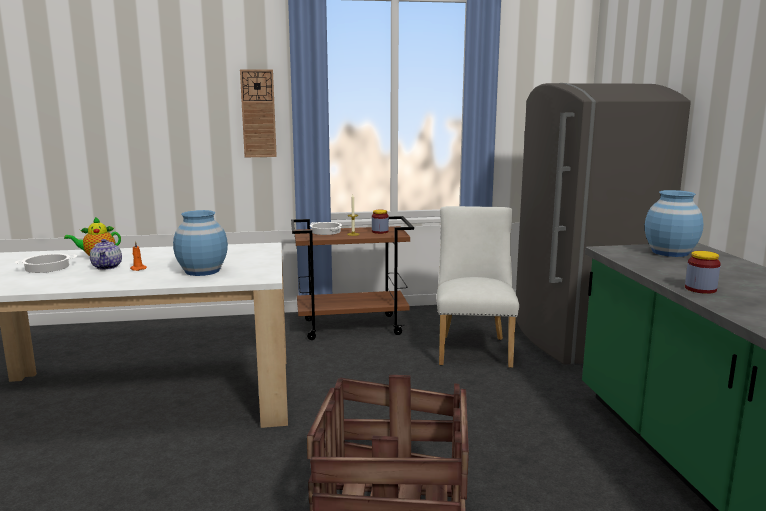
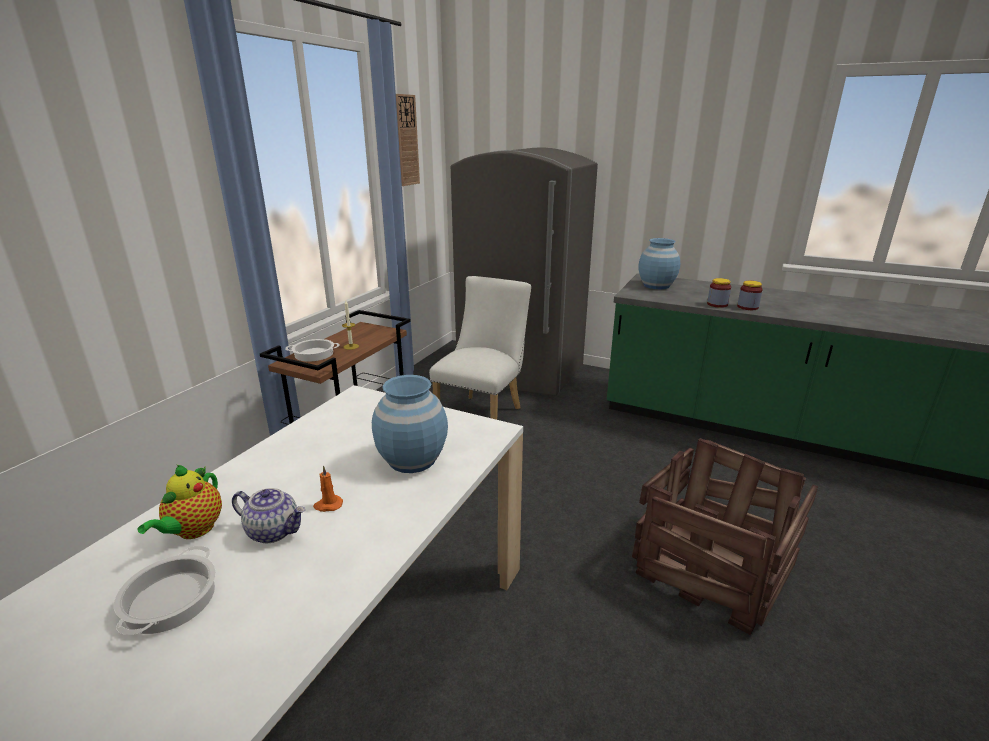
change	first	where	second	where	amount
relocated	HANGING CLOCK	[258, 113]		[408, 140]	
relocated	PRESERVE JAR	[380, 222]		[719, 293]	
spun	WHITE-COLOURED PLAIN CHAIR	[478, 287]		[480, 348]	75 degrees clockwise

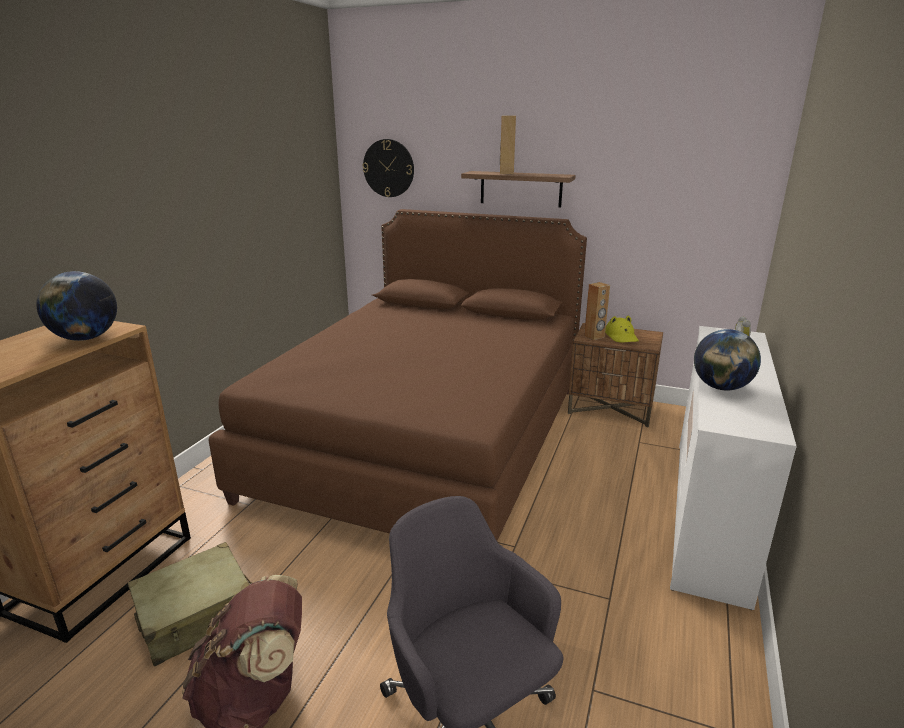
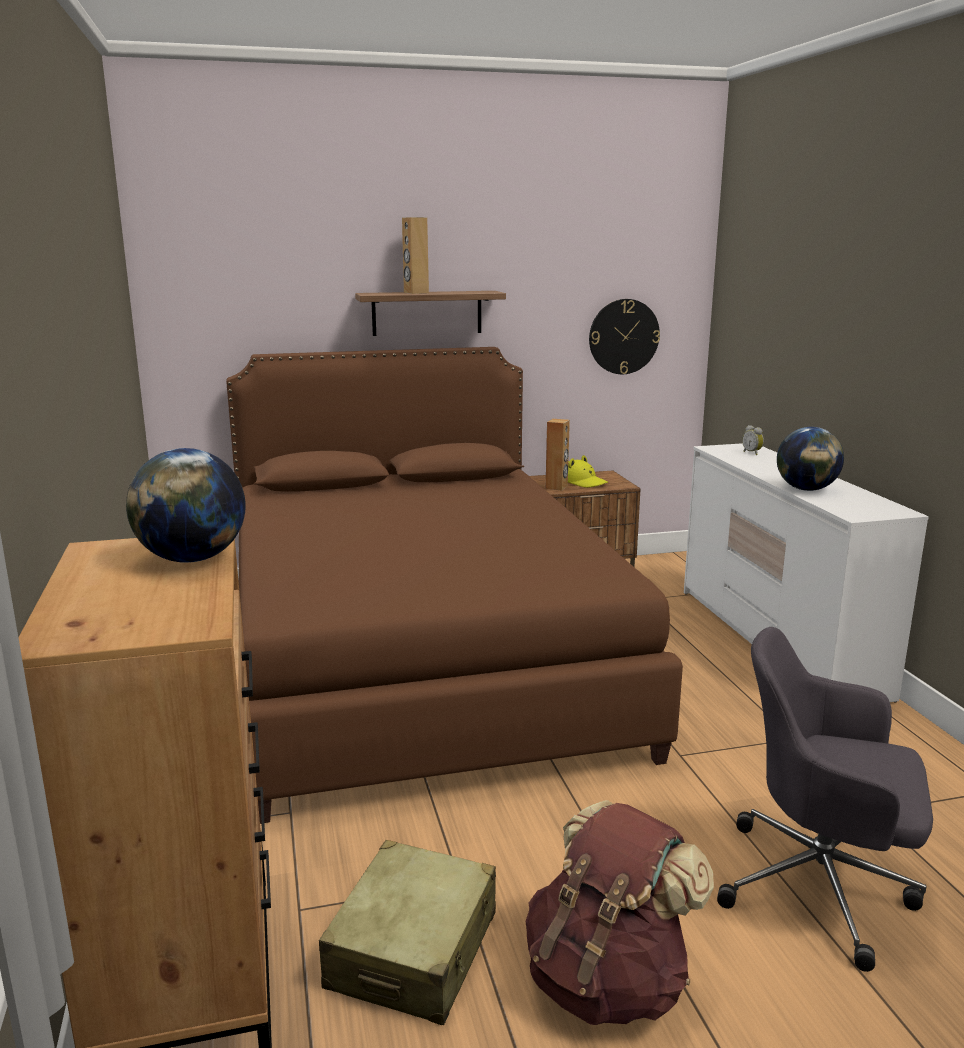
change	first	where	second	where	amount
relocated	HANGING CLOCK	[388, 168]		[624, 336]	

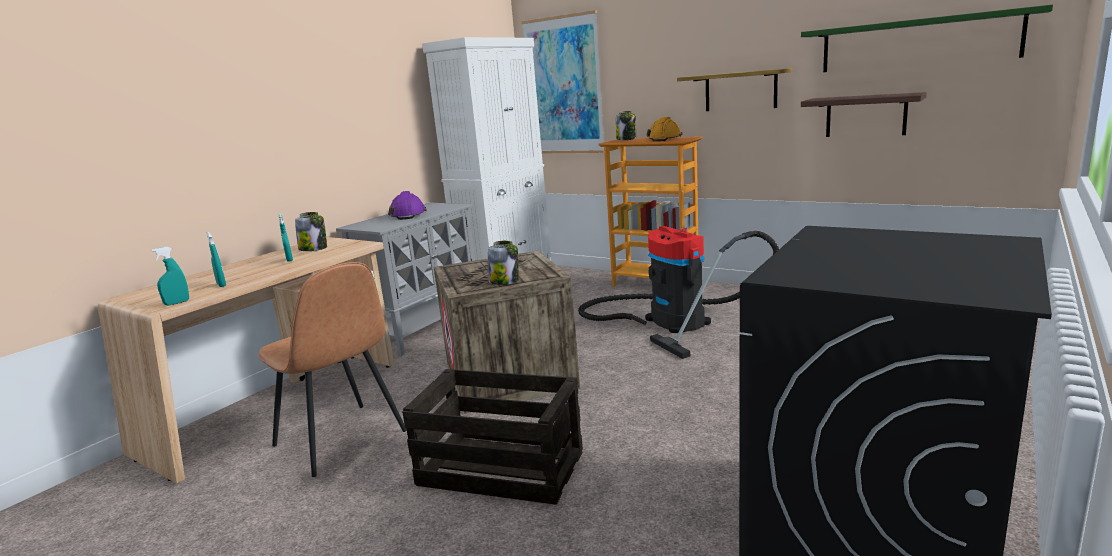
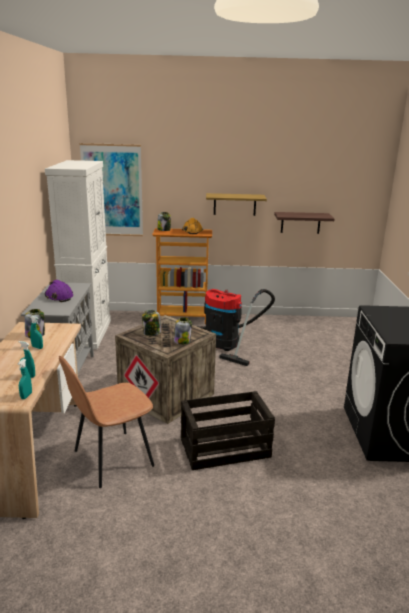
change	first	where	second	where	amount
spun	BROWN-COLOURED PLAIN CHAIR	[332, 369]		[106, 422]	135 degrees clockwise
missing	GREEN WALL SHELF	[927, 38]			
appeared			PRESERVE JAR	[151, 323]	

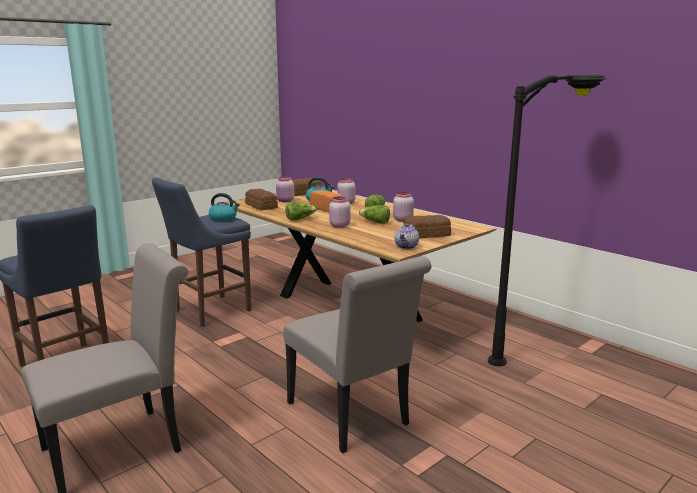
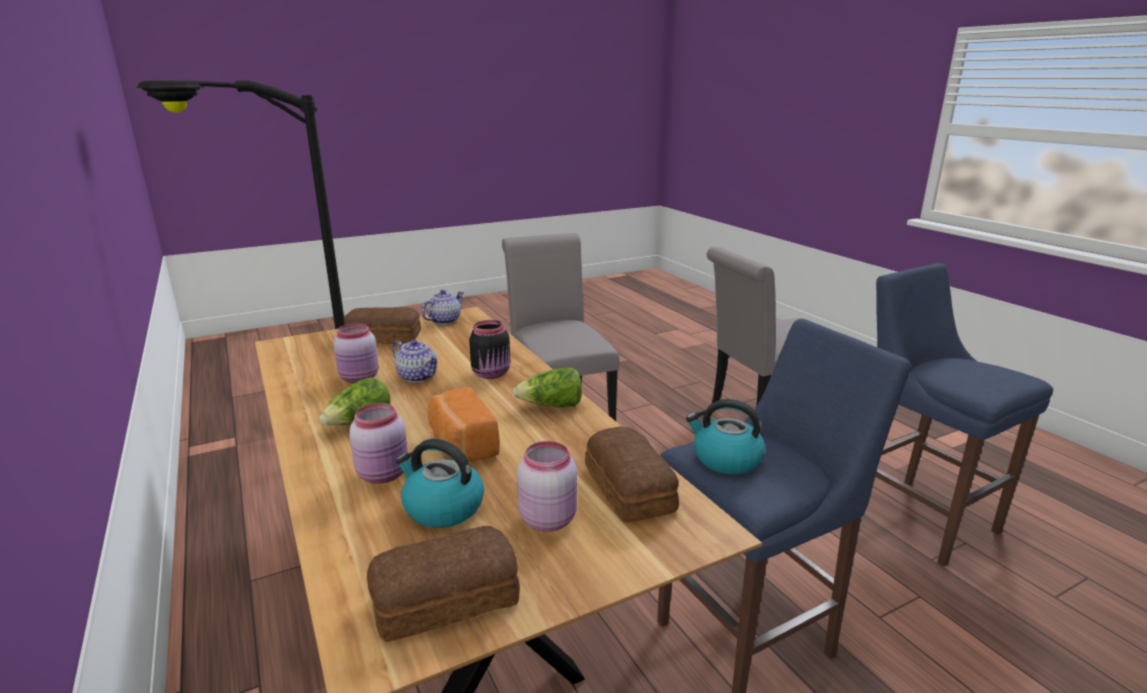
change	first	where	second	where	amount
colour	PINKISH PRESERVE JAR	[339, 212]	BLACKISH PRESERVE JAR	[489, 349]	
exchanged	HEAD OF LETTUCE	[374, 214]	TEAPOT	[415, 360]	

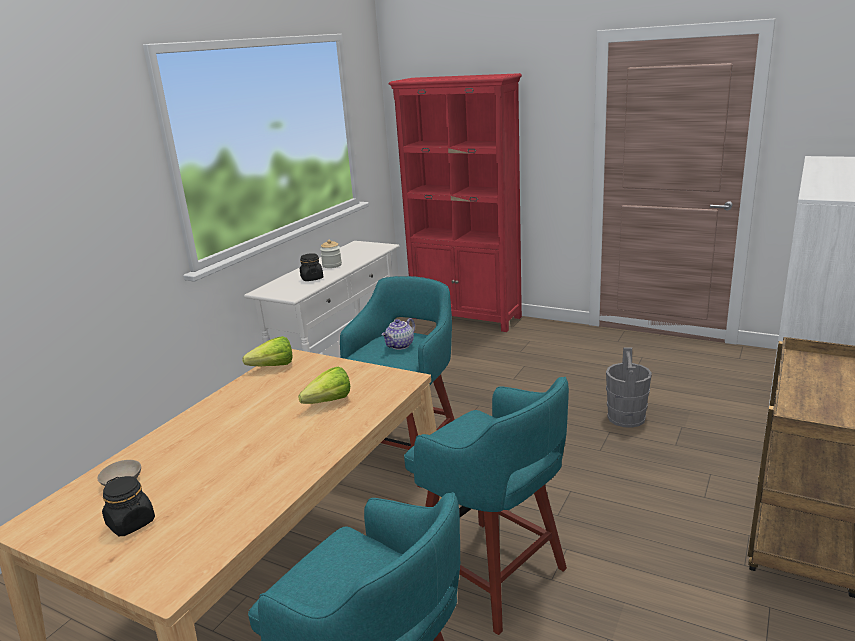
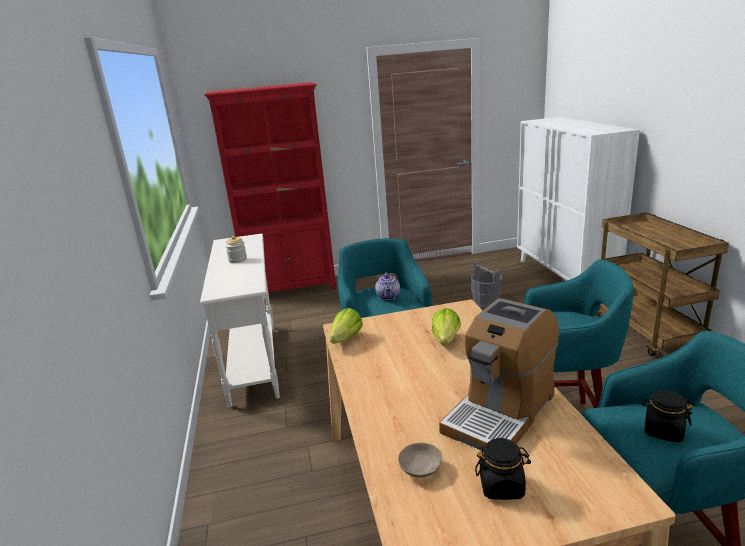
change	first	where	second	where	amount
relocated	BLACKISH PRESERVE JAR	[311, 267]		[667, 416]	
appeared			COFFEE BREWER	[499, 374]	

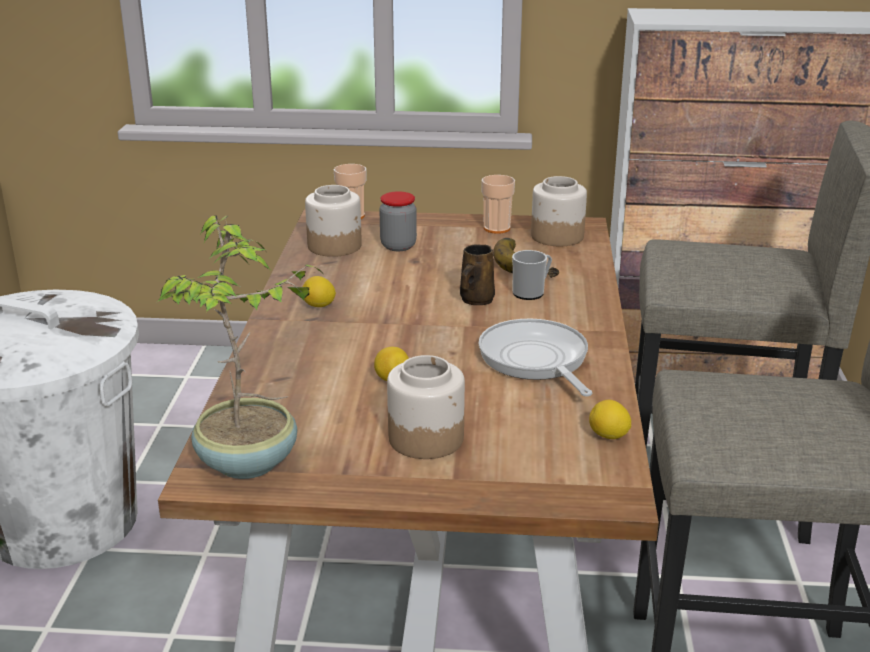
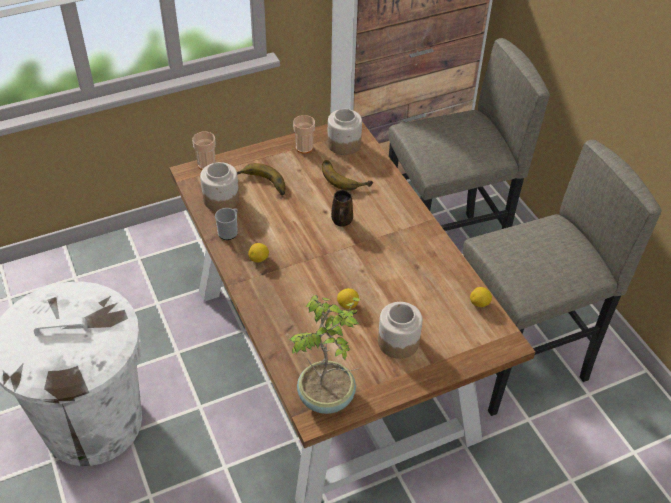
change	first	where	second	where	amount
exchanged	PRESERVE JAR	[398, 221]	BANANA FRUIT	[261, 179]	
missing	PAN	[535, 358]			
relocated	COFFEE MUG	[532, 275]		[226, 224]	

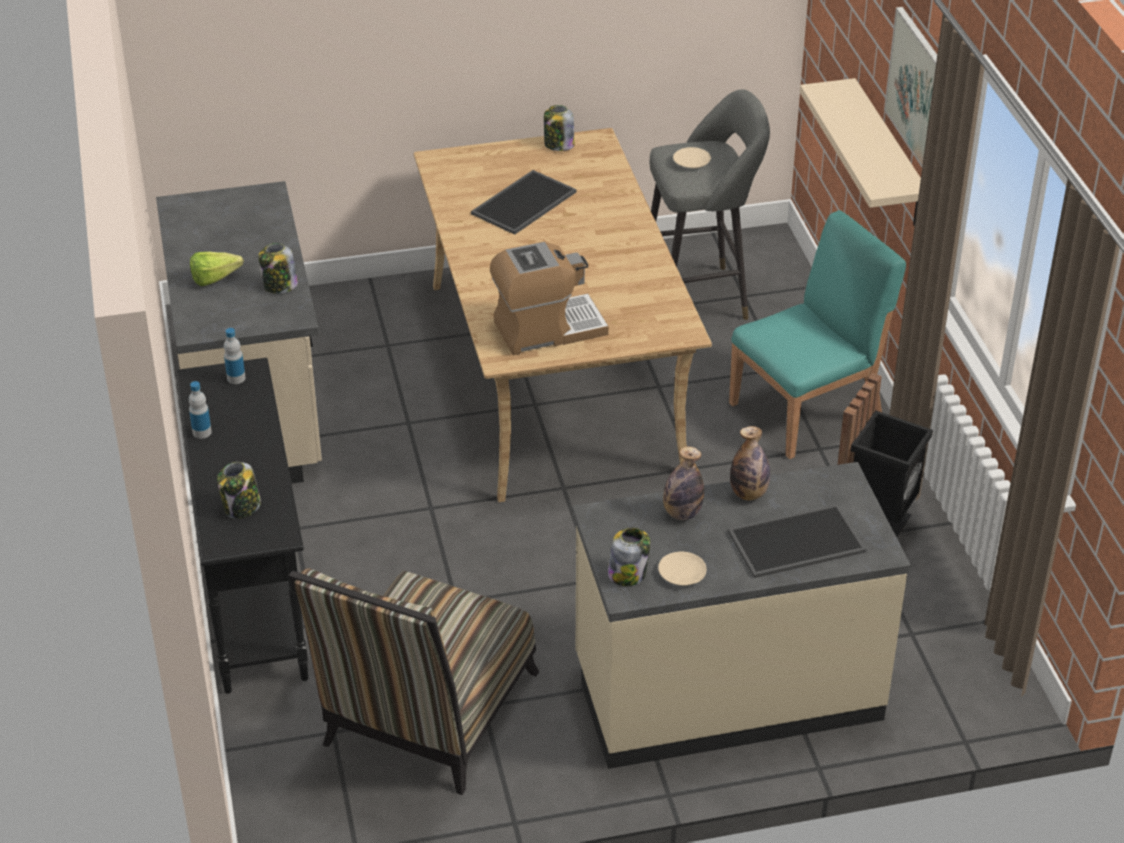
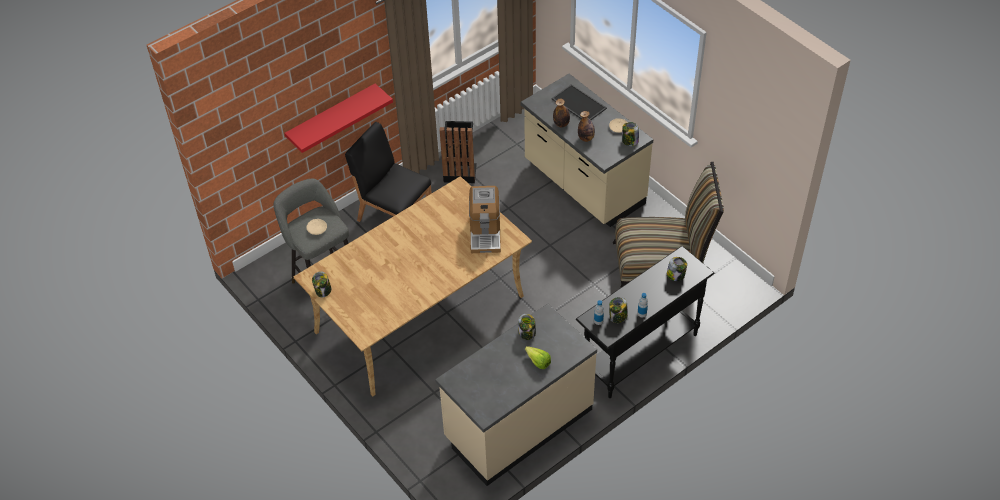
change	first	where	second	where	amount
missing	CARRYING TRAY	[524, 202]			
spun	COFFEE BREWER	[549, 298]		[485, 219]	135 degrees counterclockwise
colour	TURQUOISE-COLOURED PLAIN CHAIR	[817, 334]	BLACKISH PLAIN CHAIR	[388, 172]	
colour	SAND-COLOURED WALL SHELF	[860, 152]	RED-COLOURED WALL SHELF	[338, 118]	
missing	WALL PICTURE	[910, 87]			
appeared			PRESERVE JAR	[618, 310]	

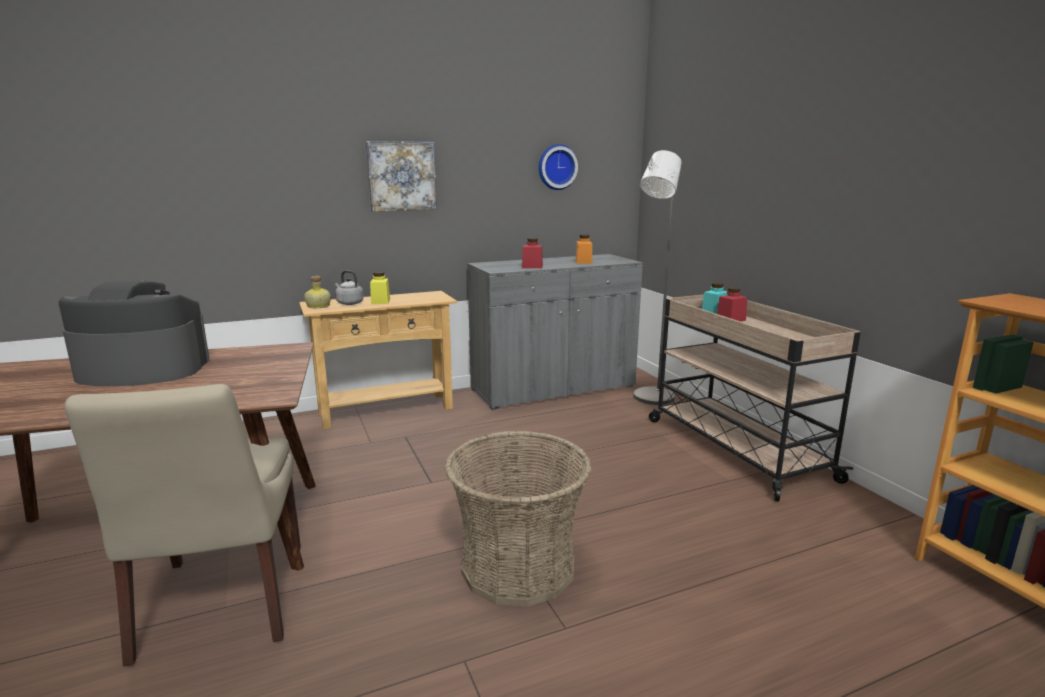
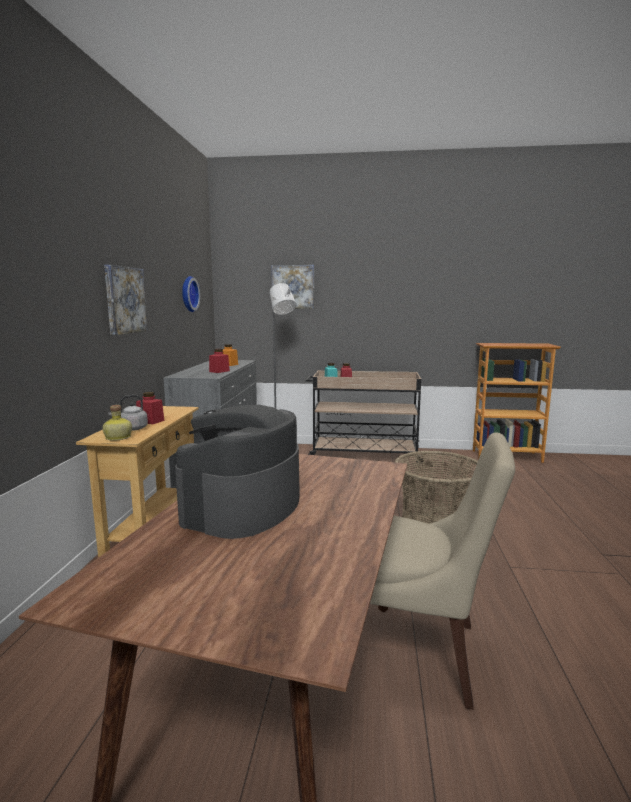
change	first	where	second	where	amount
colour	YELLOW-COLOURED PRESERVE JAR	[380, 288]	RED-COLOURED PRESERVE JAR	[150, 408]	
appeared			WALL PICTURE	[292, 287]	

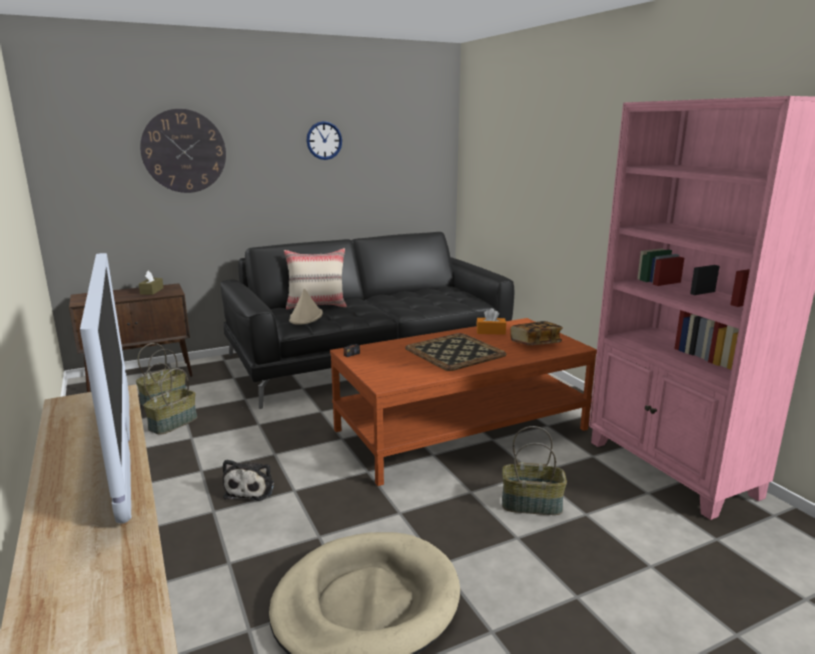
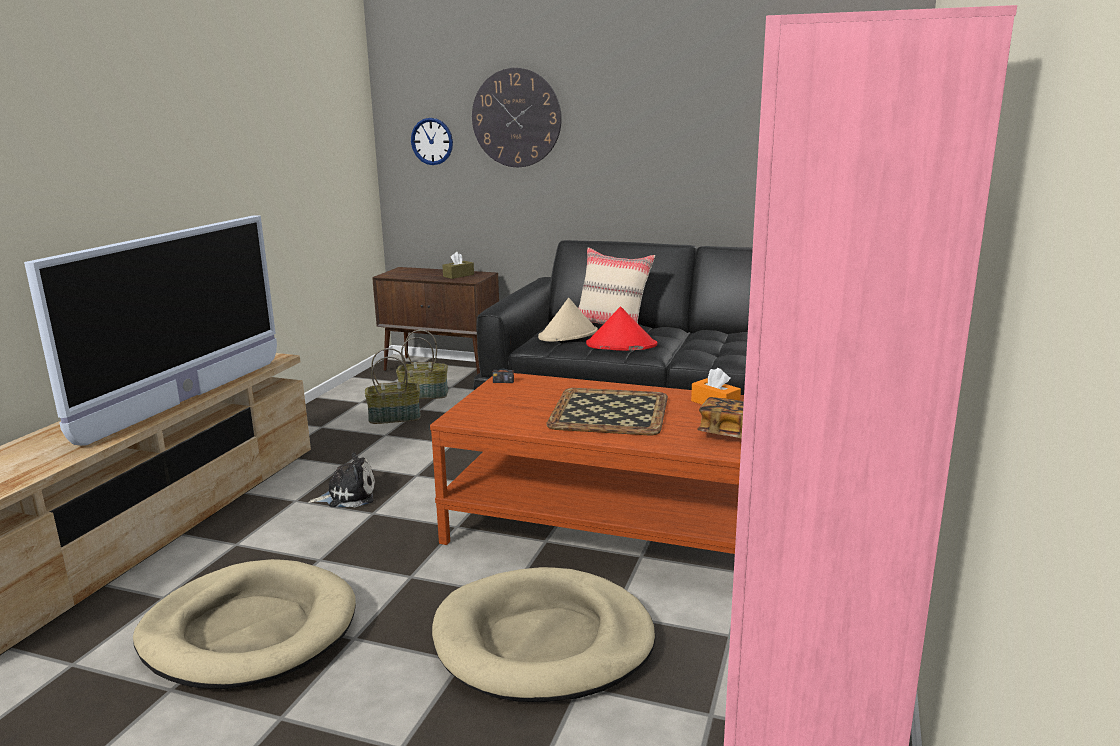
change	first	where	second	where	amount
spun	SOFT TOY	[248, 480]		[341, 479]	150 degrees counterclockwise
relocated	HANGING CLOCK	[324, 140]		[432, 141]	
exchanged	STORAGE BASKET	[534, 470]	SAND-COLOURED DOG CUSHION	[543, 634]	
appeared			RED-COLOURED HAT	[621, 329]	

